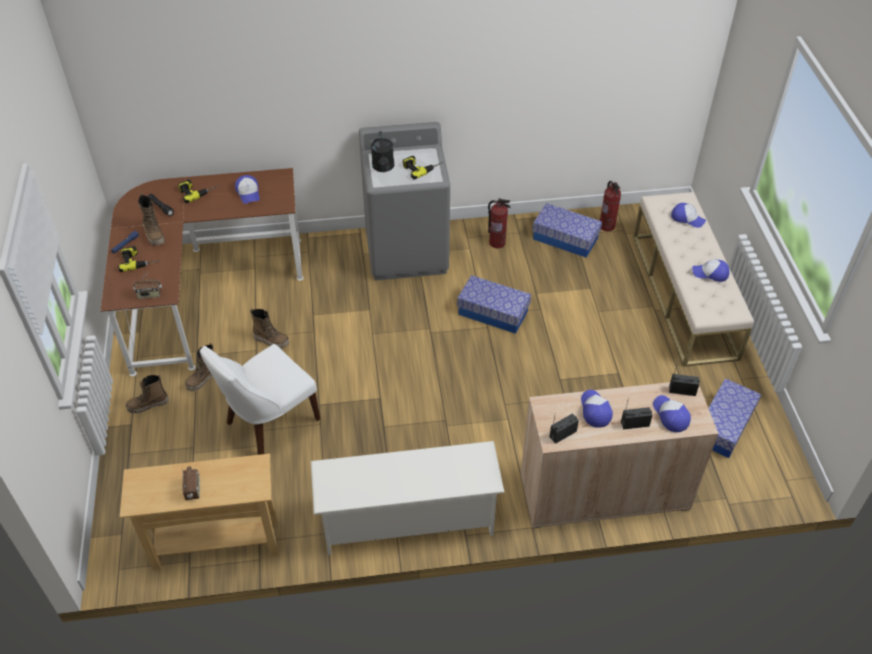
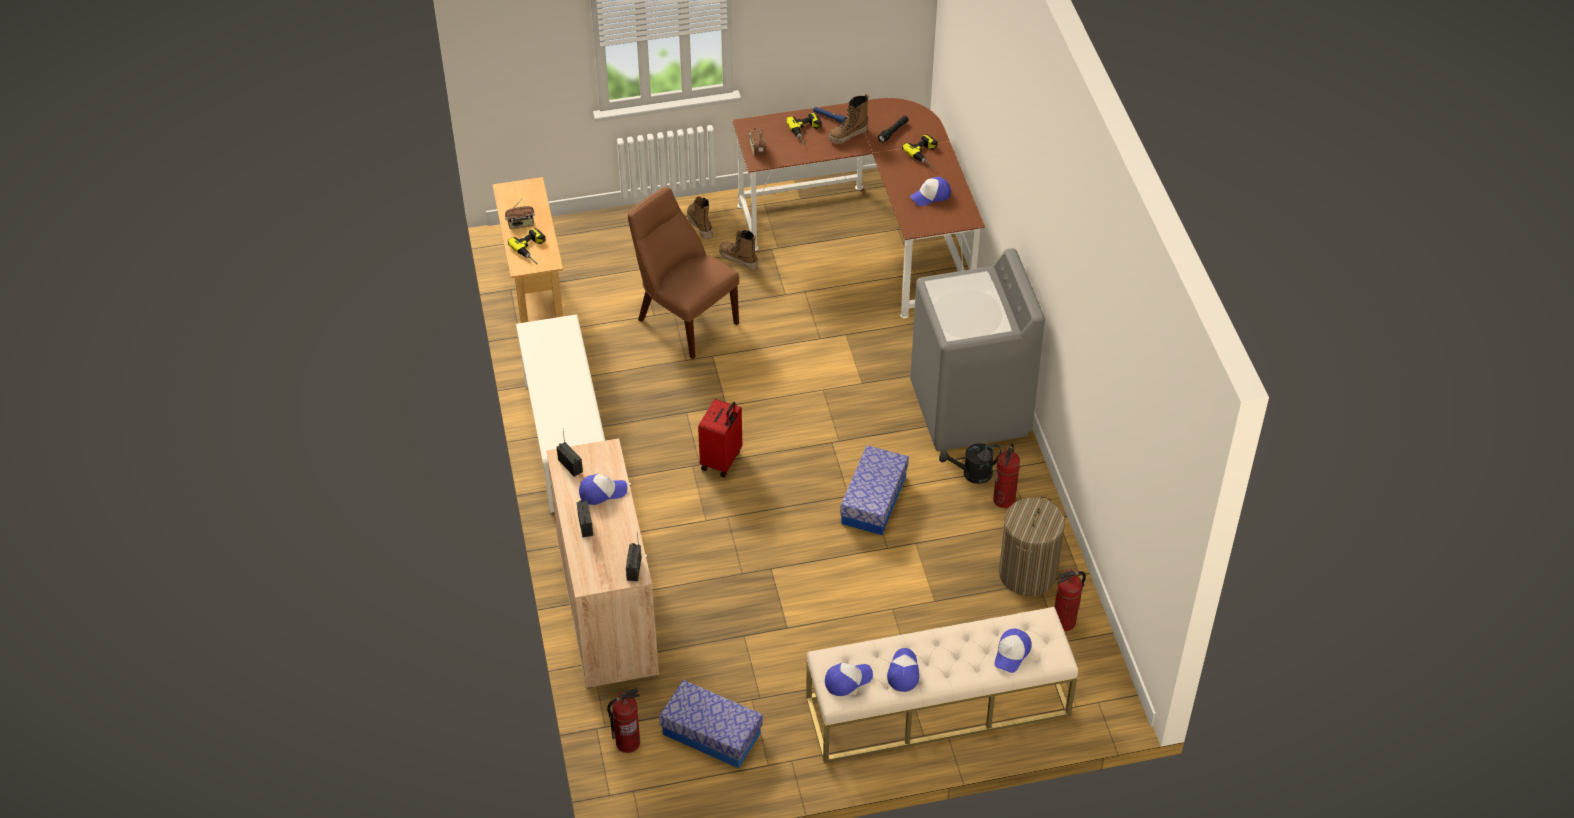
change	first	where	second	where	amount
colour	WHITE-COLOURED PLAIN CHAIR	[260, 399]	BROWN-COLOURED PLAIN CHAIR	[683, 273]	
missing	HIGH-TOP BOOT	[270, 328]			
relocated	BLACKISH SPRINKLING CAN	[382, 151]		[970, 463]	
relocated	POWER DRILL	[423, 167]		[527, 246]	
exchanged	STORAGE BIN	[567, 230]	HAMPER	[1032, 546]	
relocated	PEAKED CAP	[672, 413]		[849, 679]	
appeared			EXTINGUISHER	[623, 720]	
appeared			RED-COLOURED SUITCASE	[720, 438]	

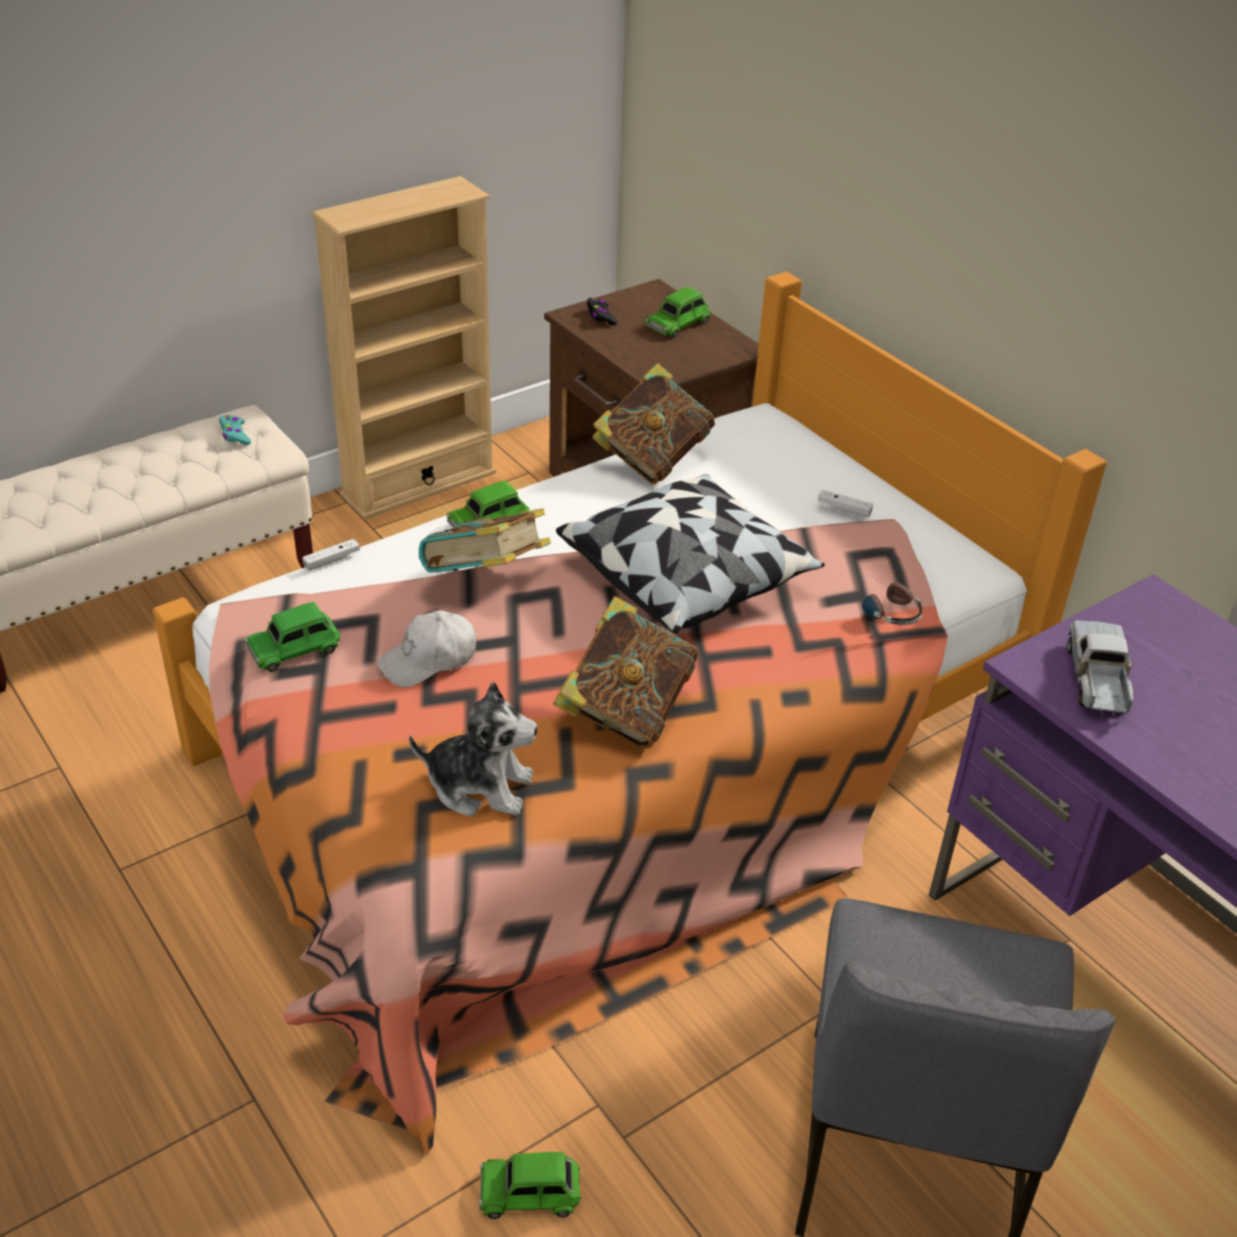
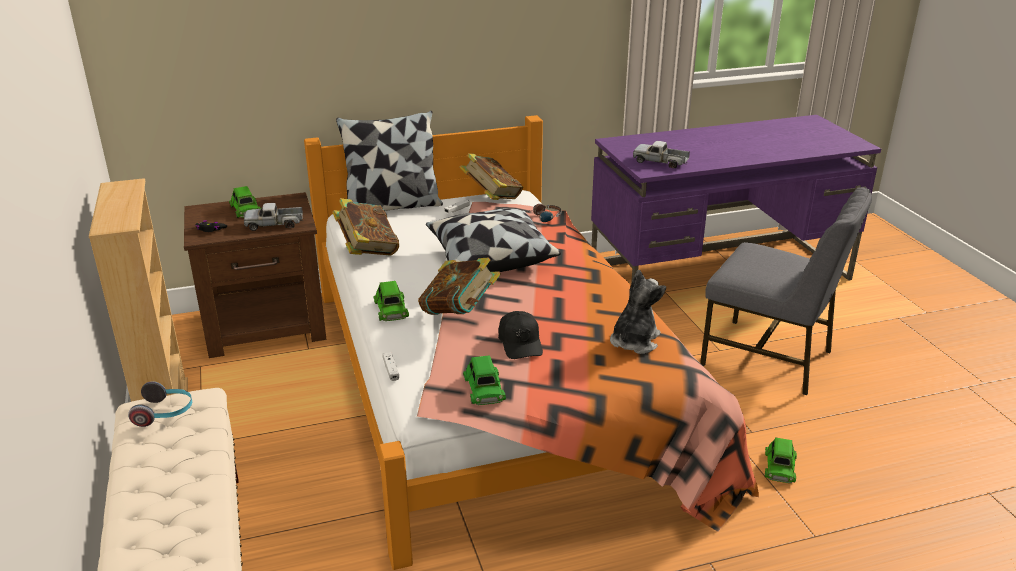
change	first	where	second	where	amount
exchanged	TURQUOISE-COLOURED JOYPAD	[235, 430]	PAIR OF HEADPHONES	[160, 404]	
colour	WHITE-COLOURED PEAKED CAP	[427, 648]	BLACKISH PEAKED CAP	[520, 335]	
relocated	VOLUME	[625, 672]		[491, 176]	
appeared			TOY LORRY	[273, 217]	
appeared			PILLOW	[389, 161]	

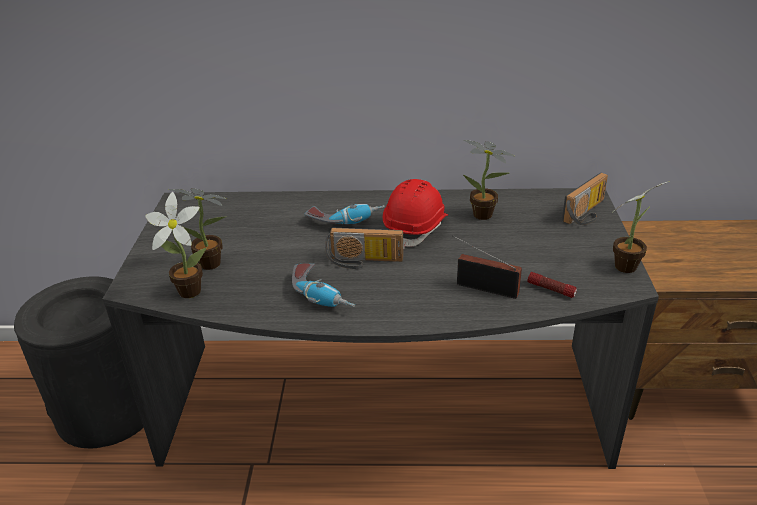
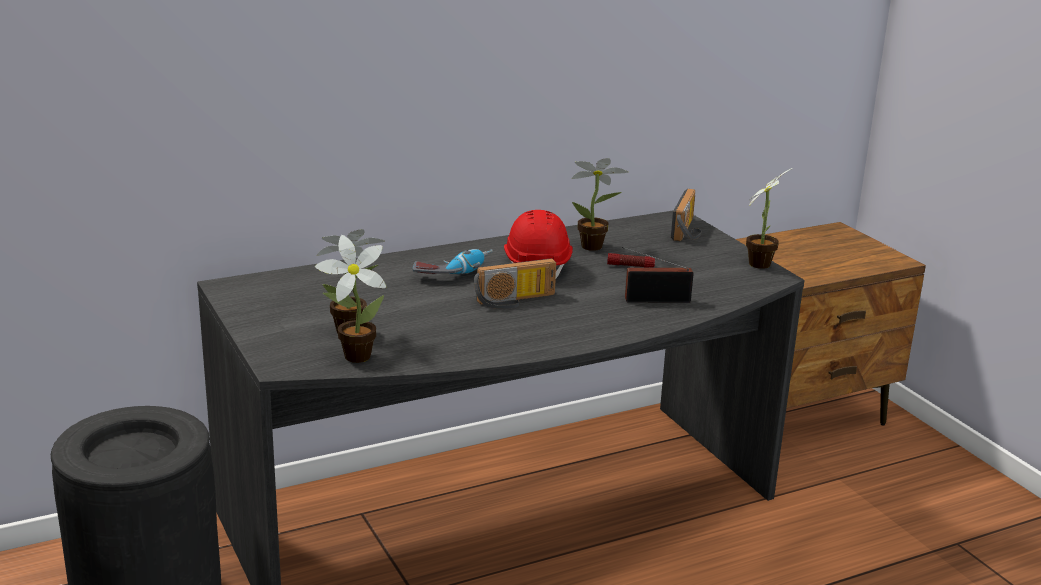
change	first	where	second	where	amount
missing	POWER DRILL	[323, 285]			
relocated	TORCH	[552, 285]		[631, 260]	

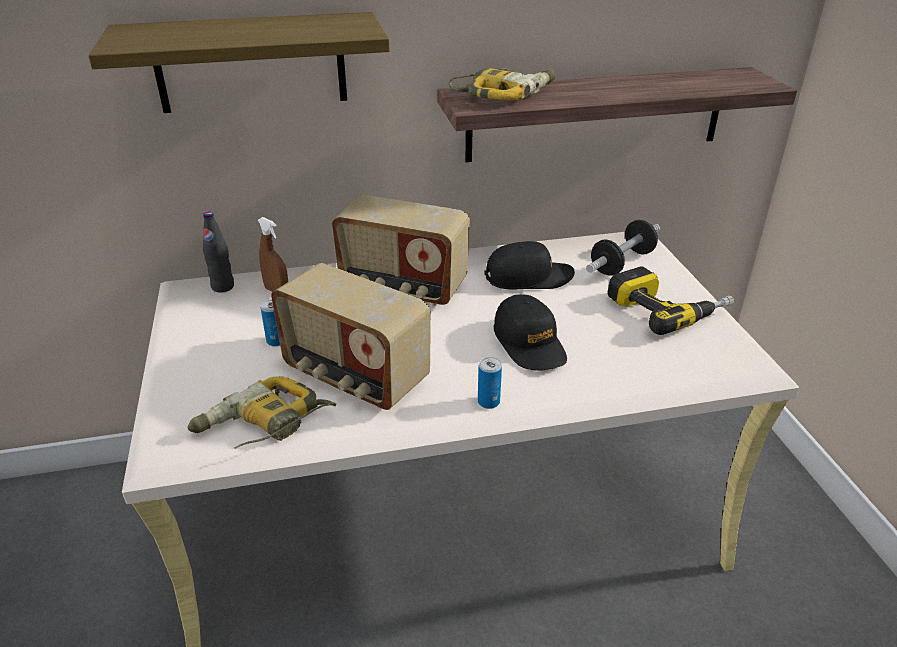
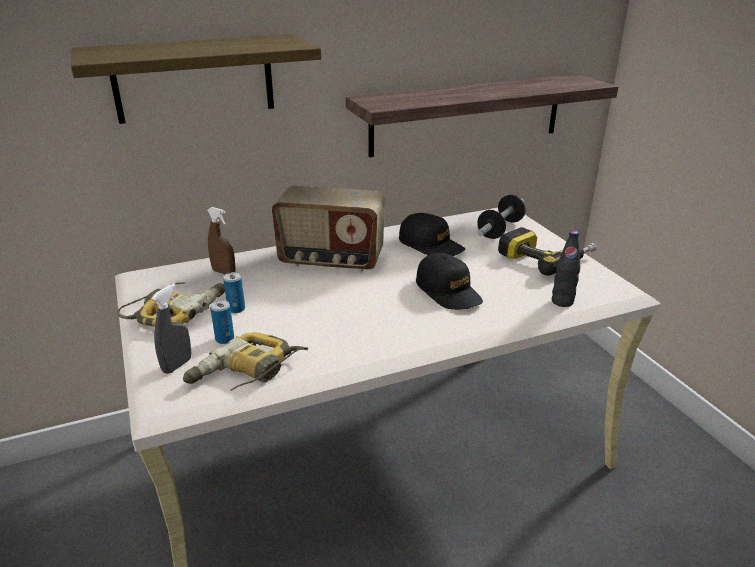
change	first	where	second	where	amount
relocated	BLACKISH BOTTLE	[218, 252]		[566, 269]	
missing	RADIO RECEIVER	[351, 336]			
relocated	POWER DRILL	[502, 84]		[171, 304]	
relocated	CAN	[490, 383]		[222, 322]	
spun	BLACKISH PEAKED CAP	[529, 265]		[432, 234]	60 degrees clockwise
appeared			GRAY SPRAYER	[171, 328]	

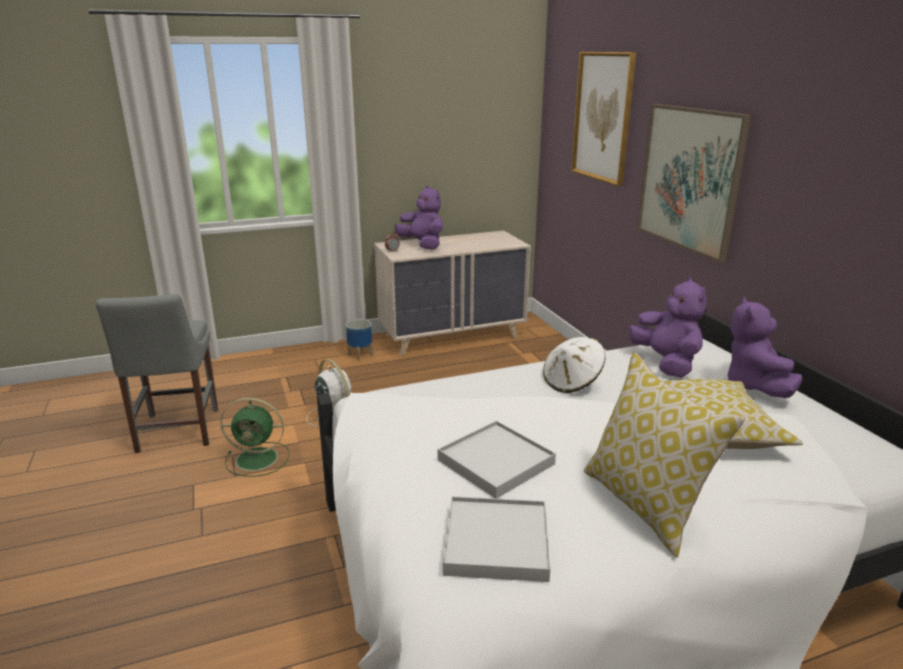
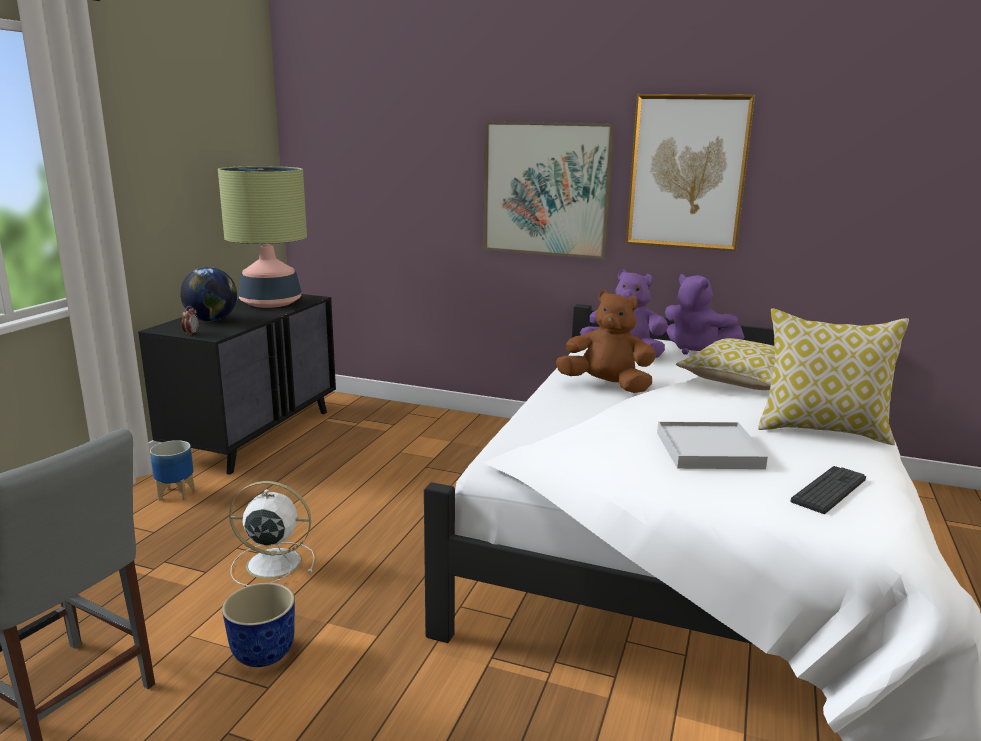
change	first	where	second	where	amount
exchanged	GREEN ELECTRIC FAN	[254, 437]	PLANTER	[258, 625]	
colour	SAND-COLOURED DRAWER CHEST	[452, 293]	BLACKISH DRAWER CHEST	[237, 384]	
exchanged	PURPLE-COLOURED SOFT TOY	[419, 217]	WORLD GLOBE	[208, 294]	
exchanged	WHITE-COLOURED CARRYING TRAY	[496, 539]	KEYBOARD	[828, 490]	
exchanged	WHITE-COLOURED HAT	[574, 365]	BROWN-COLOURED SOFT TOY	[605, 341]	
relocated	WALL PICTURE	[603, 119]		[690, 172]	
appeared			TABLE LAMP	[262, 237]	

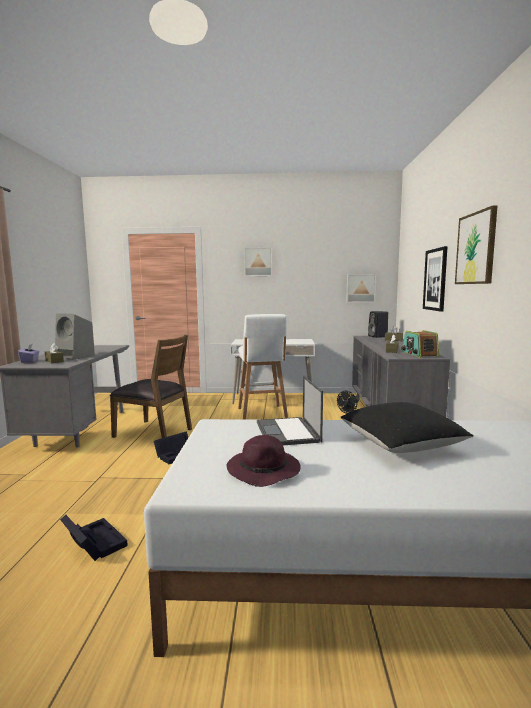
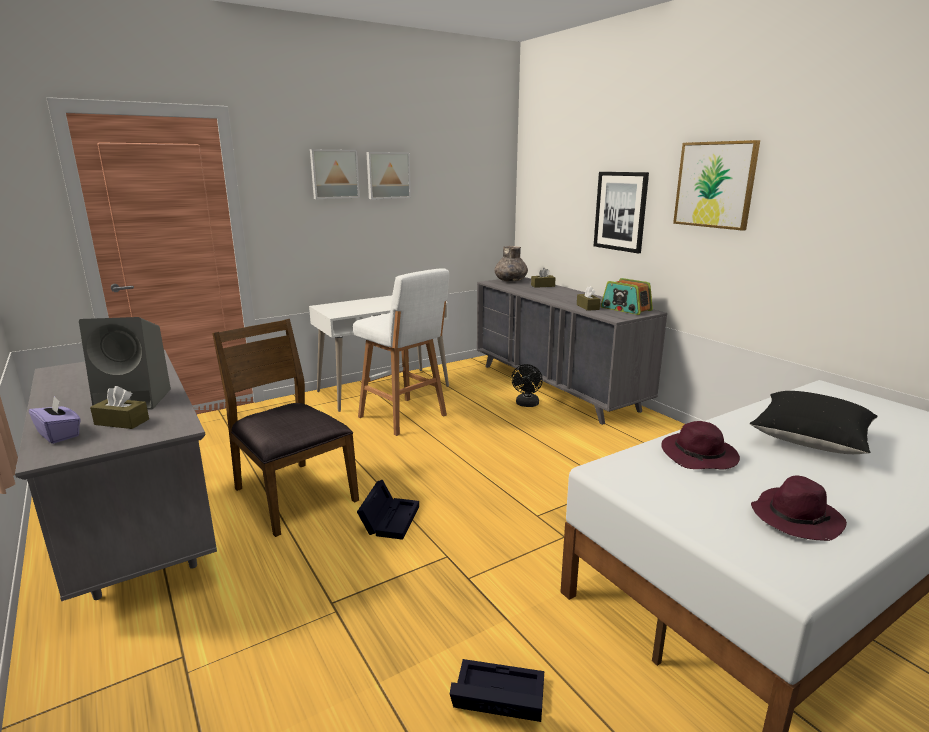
change	first	where	second	where	amount
spun	BROWN-COLOURED PLAIN CHAIR	[151, 386]		[285, 428]	120 degrees counterclockwise
exchanged	LAPTOP	[290, 410]	PURPLE-COLOURED HAT	[700, 445]	
relocated	WALL PICTURE	[361, 288]		[388, 175]	
exchanged	BLACKISH LOUDSPEAKER	[378, 324]	GRAY VASE	[511, 264]	

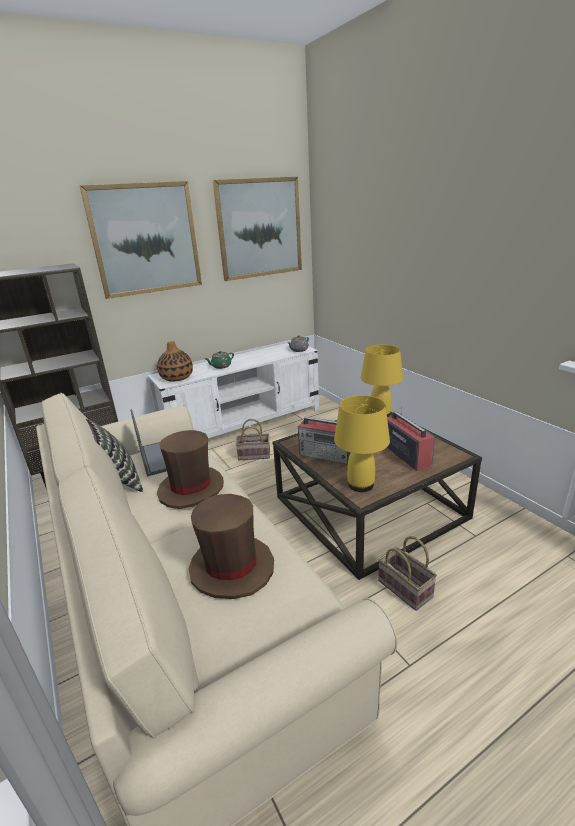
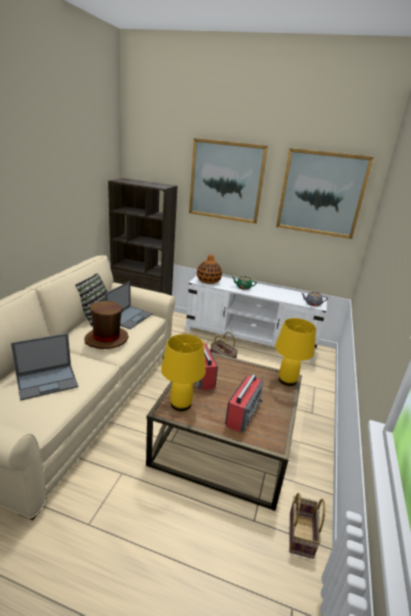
change	first	where	second	where	amount
exchanged	BROWN-COLOURED HAT	[231, 546]	LAPTOP	[44, 367]	
relocated	STORAGE BASKET	[407, 573]		[307, 526]	

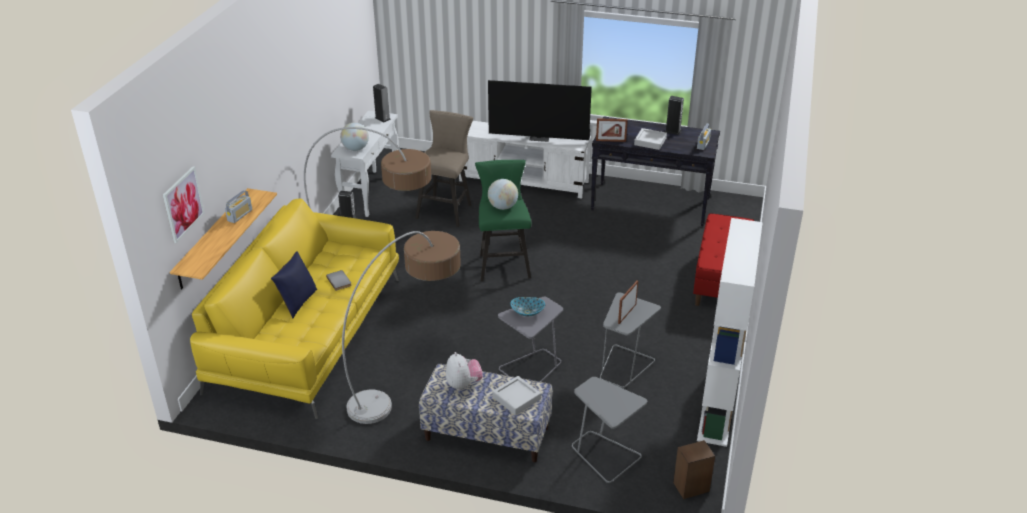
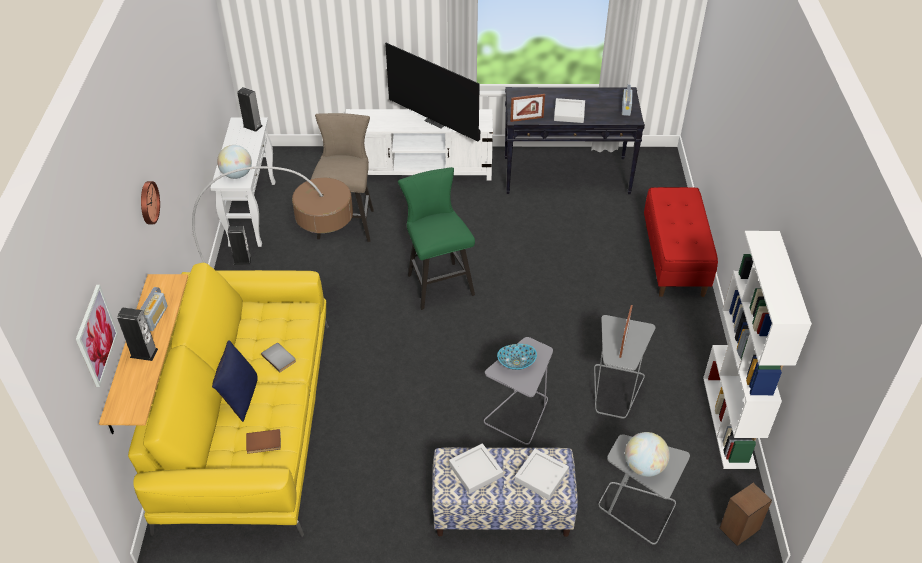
change	first	where	second	where	amount
missing	STANDARD LAMP	[401, 327]			
exchanged	SOFT TOY	[464, 371]	GRAY CARRYING TRAY	[476, 468]	
spun	TV SET	[540, 111]		[432, 92]	45 degrees clockwise
relocated	WORLD GLOBE	[503, 194]		[647, 454]	
relocated	LOUDSPEAKER	[674, 115]		[137, 334]	
appeared			HANGING CLOCK	[150, 202]	
appeared			BROWN-COLOURED VOLUME	[263, 441]	

